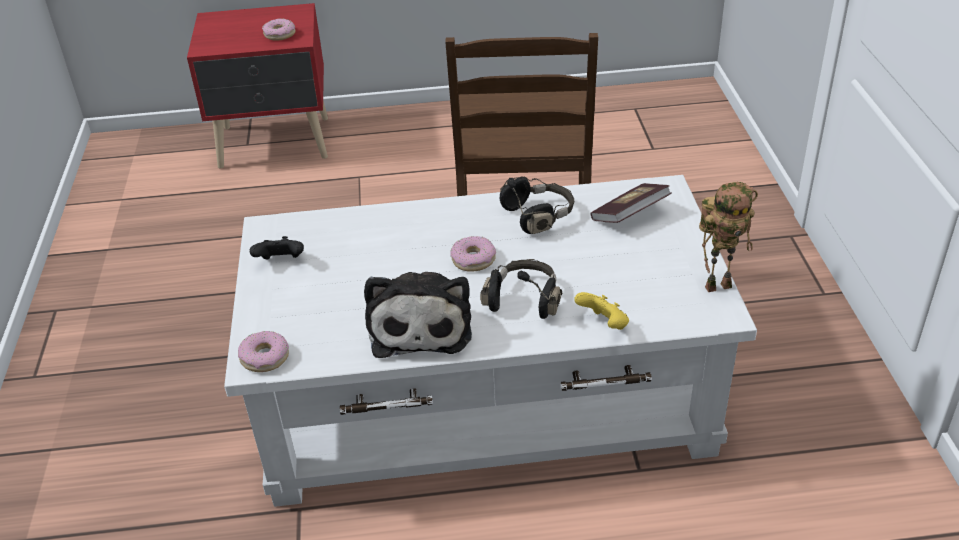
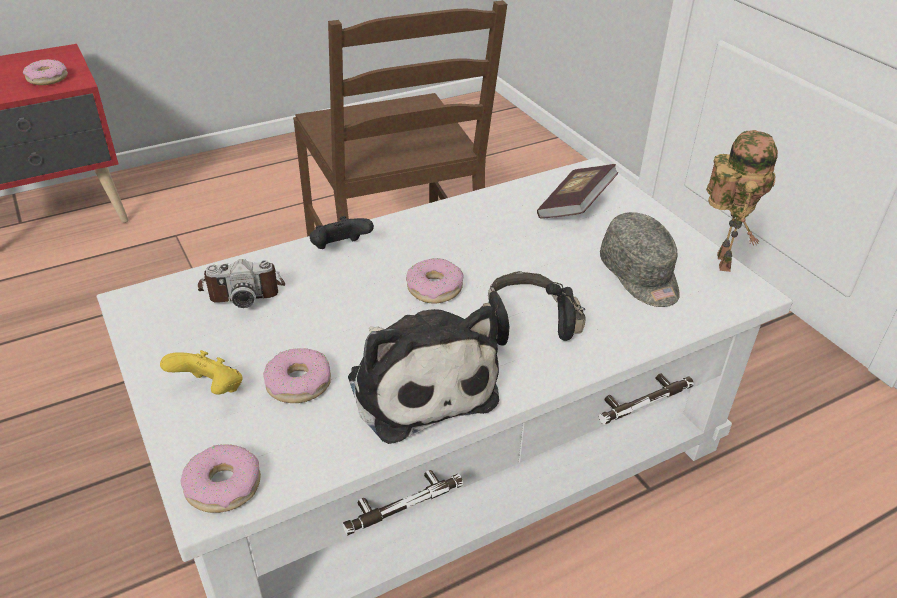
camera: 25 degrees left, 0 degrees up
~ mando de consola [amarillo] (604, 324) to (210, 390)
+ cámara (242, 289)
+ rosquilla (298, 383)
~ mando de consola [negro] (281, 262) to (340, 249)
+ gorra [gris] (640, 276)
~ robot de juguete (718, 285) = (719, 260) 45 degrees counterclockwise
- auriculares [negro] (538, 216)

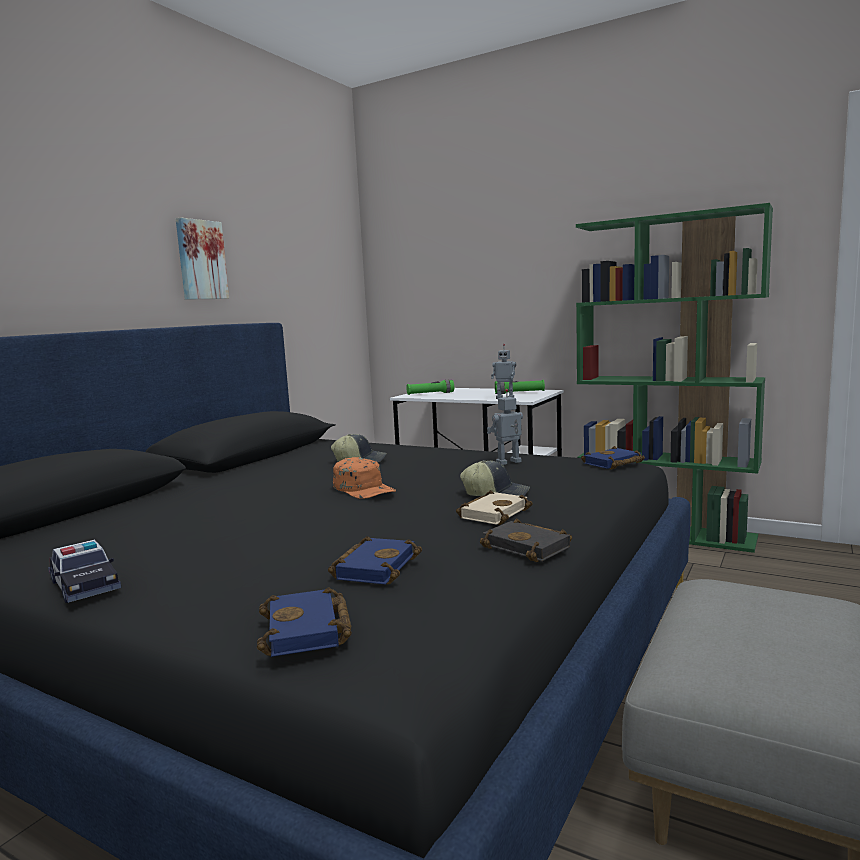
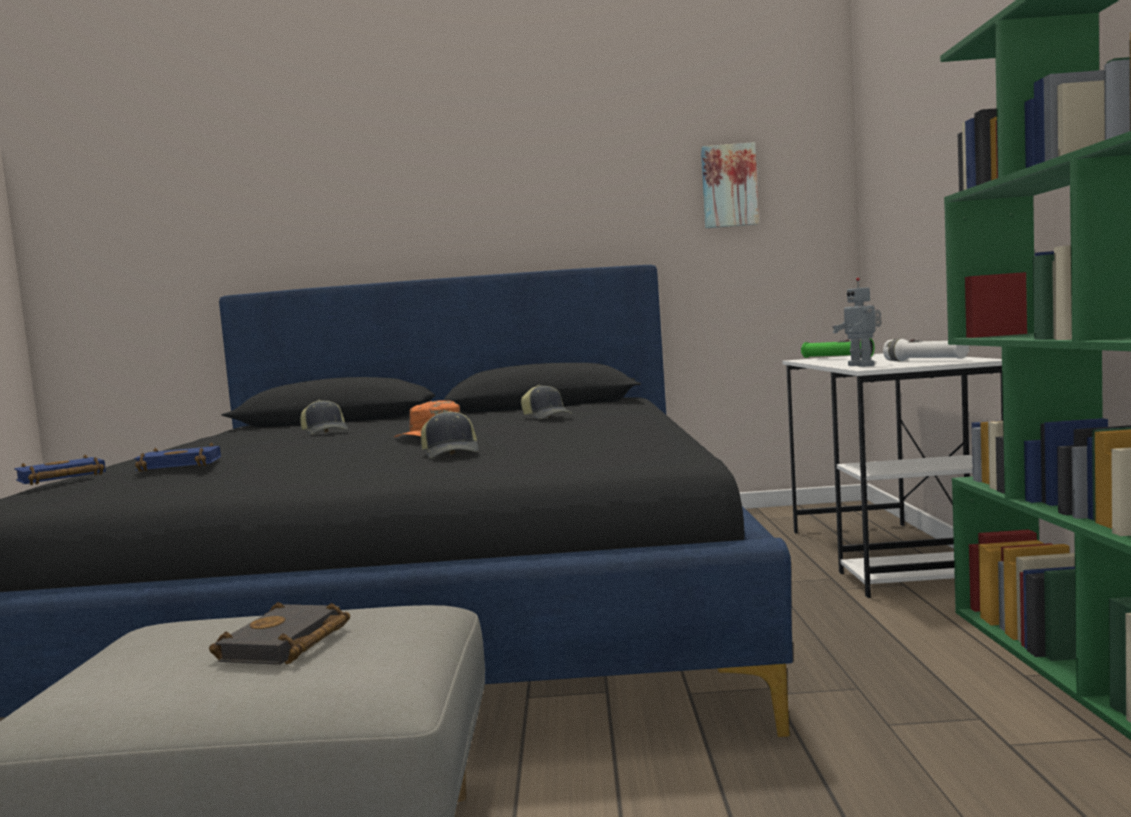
camera: 60 degrees right, 5 degrees down
~ libro [negro] (530, 547) to (286, 645)
+ gorra (325, 432)
~ cuadro (200, 260) to (729, 186)
~ linterna [verde] (519, 393) to linterna [blanco] (924, 361)
- coche de juguete (84, 585)
- libro [beis] (493, 513)
- robot de juguete (509, 463)
- libro [azul] (613, 464)

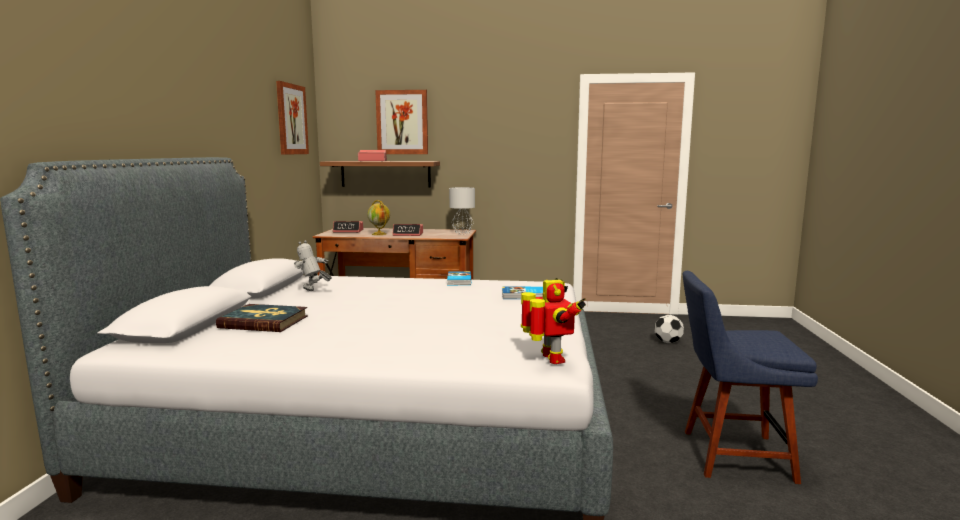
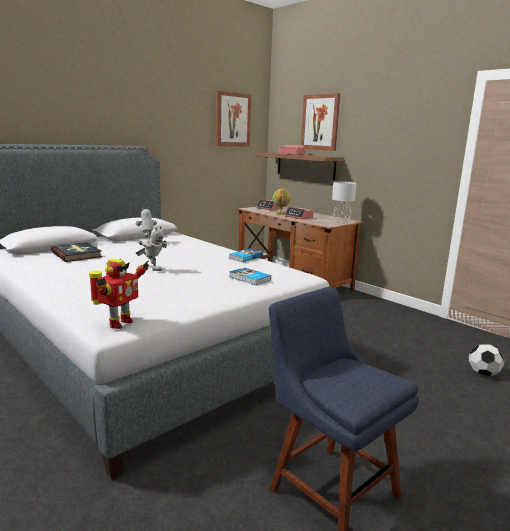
camera: 40 degrees right, 5 degrees up
+ robot de juguete (152, 268)

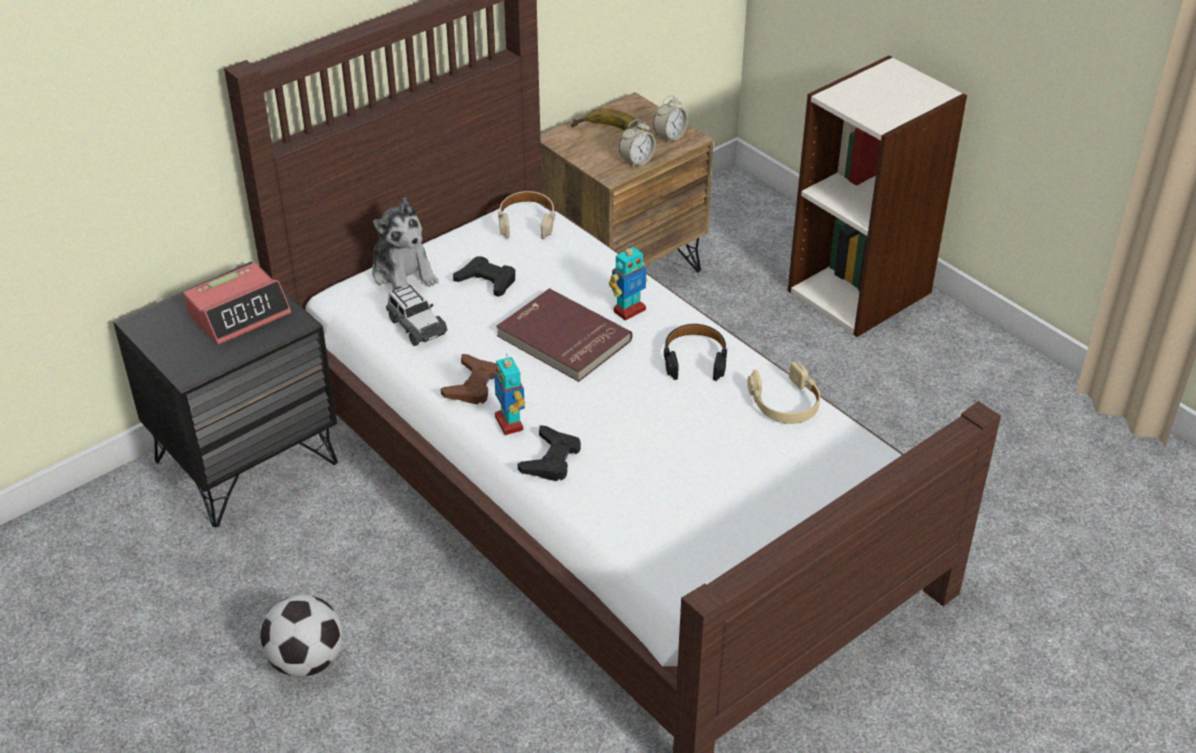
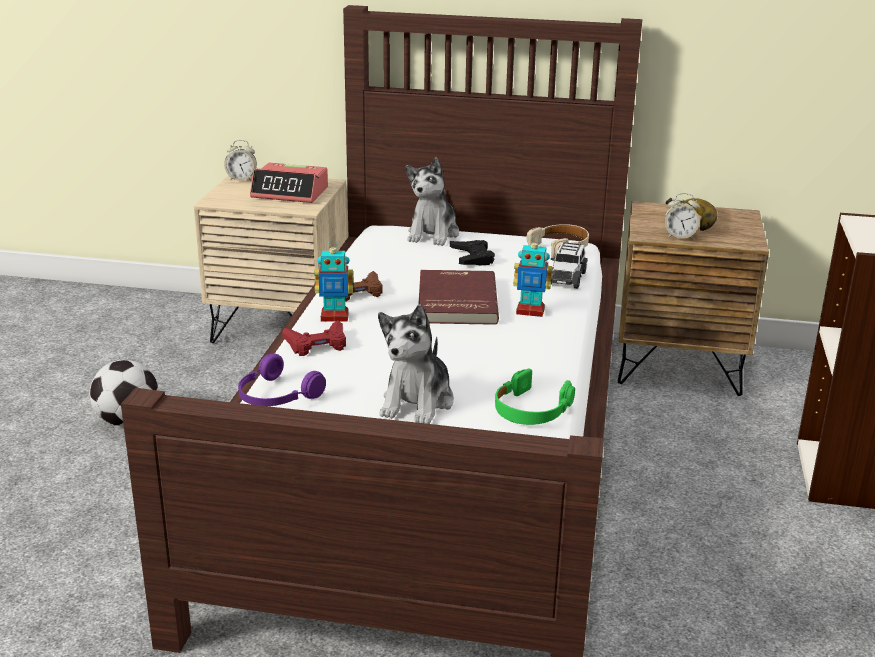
camera: 50 degrees right, 15 degrees down
~ mesita de noche [negro] (246, 461) to mesita de noche [beis] (280, 327)
~ despertador (670, 137) to (241, 179)
+ auriculares [morado] (275, 397)
~ mando de consola [negro] (551, 459) to mando de consola [rojo] (317, 344)
~ robot de juguete (510, 423) = (334, 317) 120 degrees counterclockwise
+ peluche (417, 402)
~ auriculares [beis] (785, 403) to auriculares [verde] (530, 409)
~ coche de juguete (416, 326) to (566, 278)
- auriculares [negro] (695, 359)

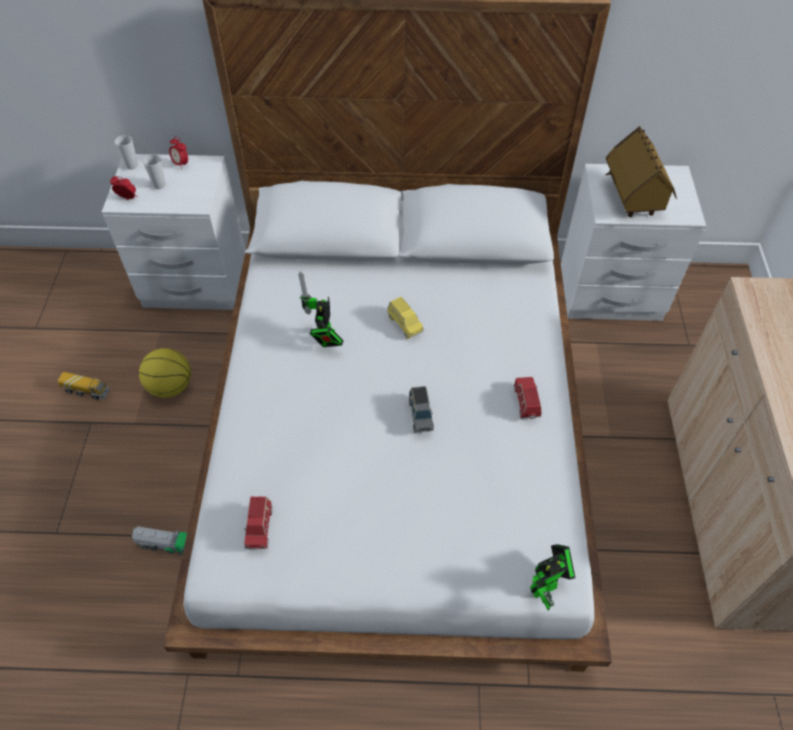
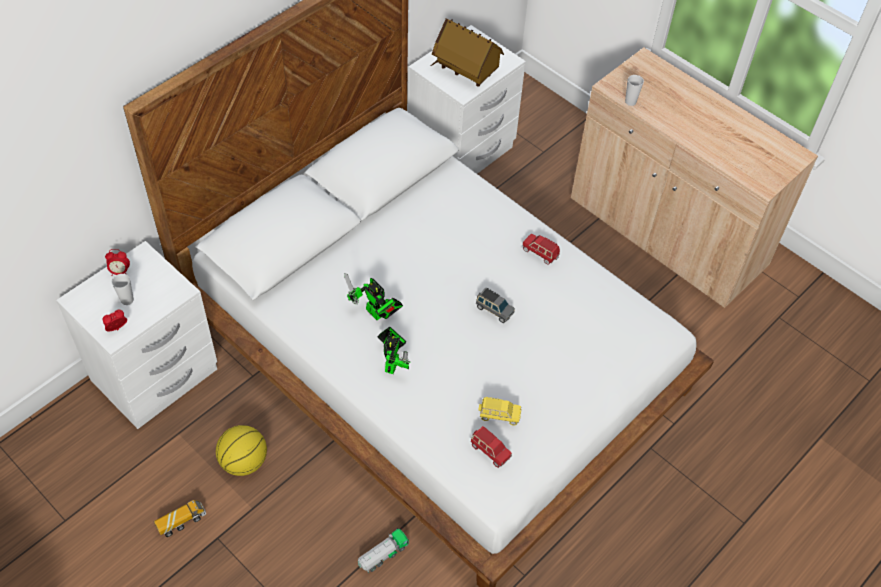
camera: 50 degrees left, 0 degrees up
~ robot de juguete (547, 586) to (393, 363)
~ coche de juguete [amarillo] (404, 324) to (499, 415)
~ taza (132, 165) to (630, 102)

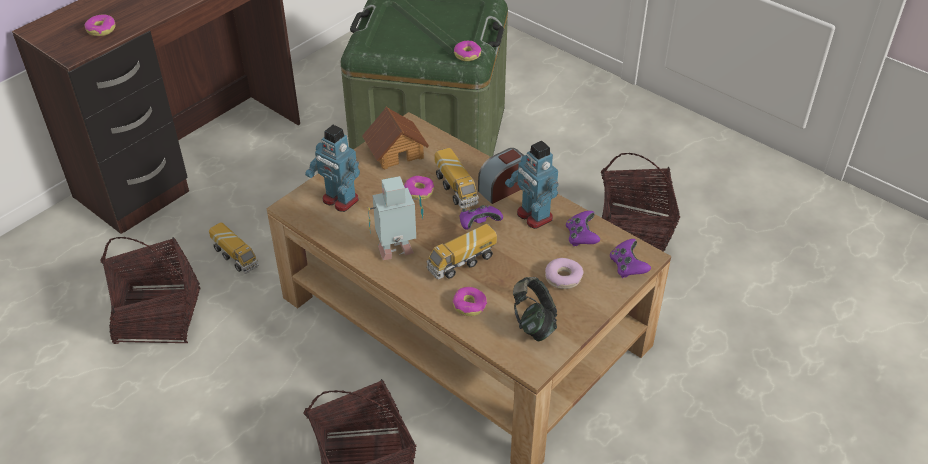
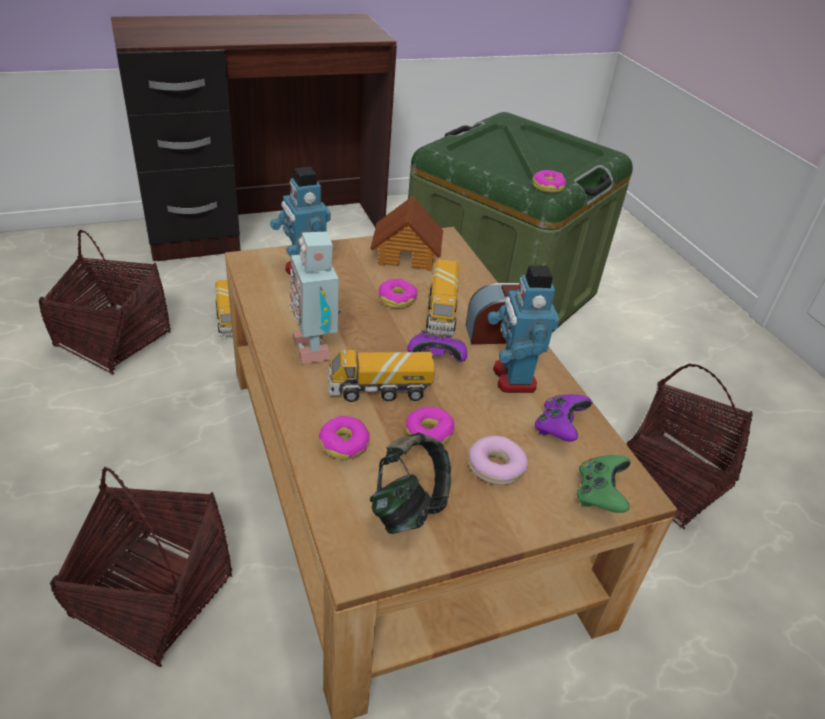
camera: 25 degrees right, 5 degrees down
~ robot de juguete (397, 252) = (315, 348) 120 degrees counterclockwise
~ rosquilla (101, 29) to (429, 432)
~ mando de consola [morado] (627, 267) to mando de consola [verde] (599, 494)

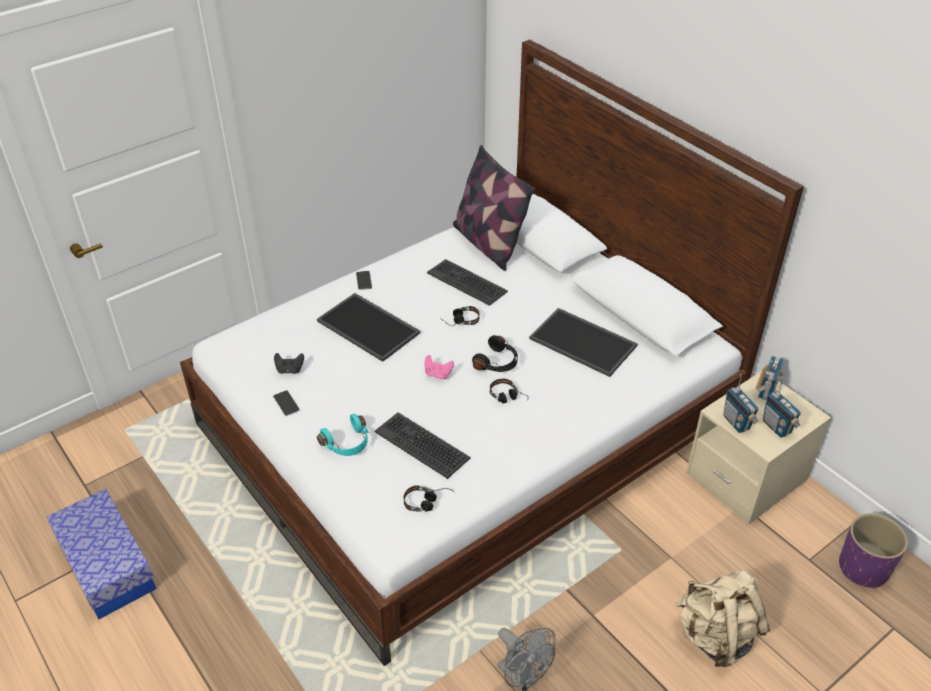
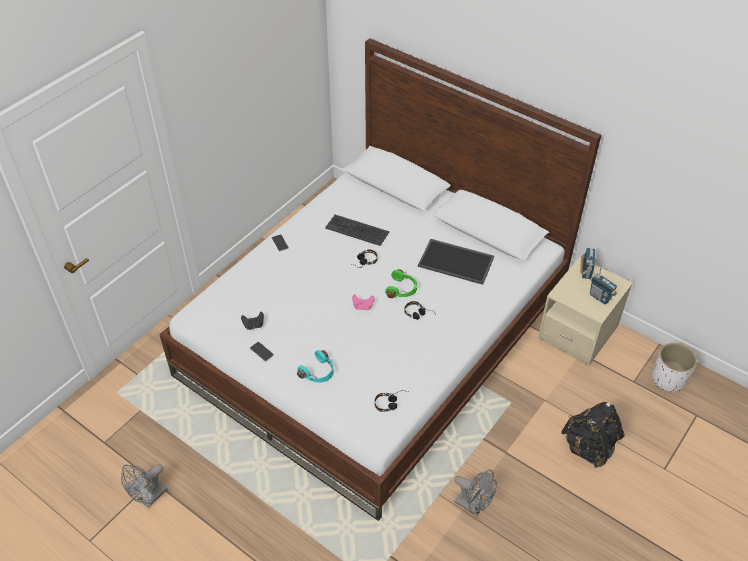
camera: 15 degrees left, 5 degrees up
~ caja de almacenaje (107, 565) to ventilador [gris] (149, 498)
~ auriculares [negro] (497, 363) to auriculares [verde] (402, 289)
~ mochila [beis] (715, 636) to mochila [negro] (588, 447)
~ maceta [morado] (863, 568) to maceta [blanco] (668, 379)
- bandeja (370, 326)
- teclado (422, 445)
- cojín (488, 243)
- radio (736, 422)

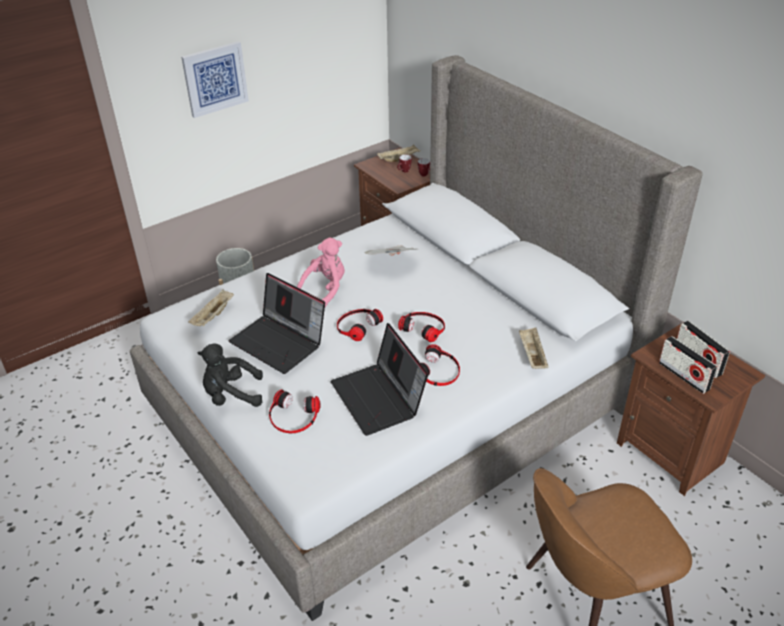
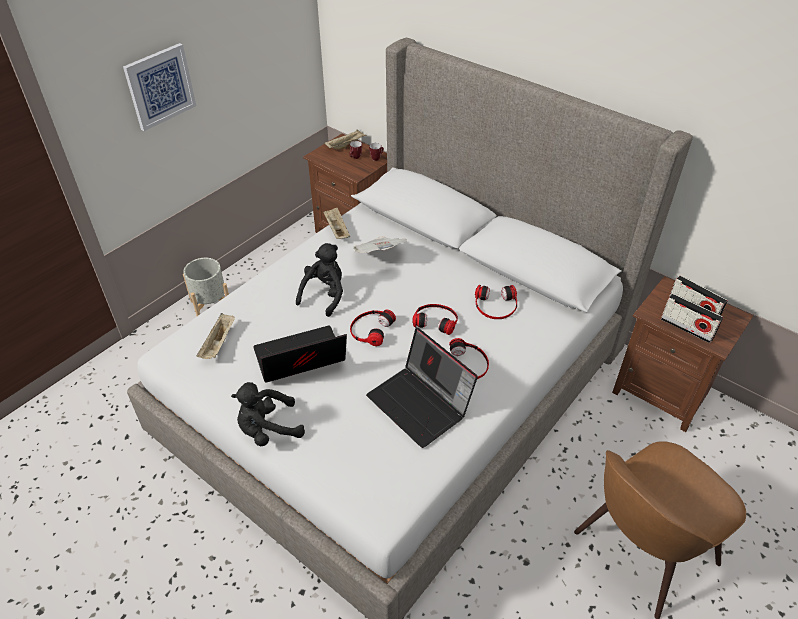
camera: 15 degrees left, 5 degrees up
~ portátil (280, 342) = (299, 361) 135 degrees clockwise
~ peluche [rosa] (325, 289) to peluche [negro] (324, 295)
~ bandeja [beis] (532, 355) to (336, 230)
~ auriculares (293, 417) to (495, 306)

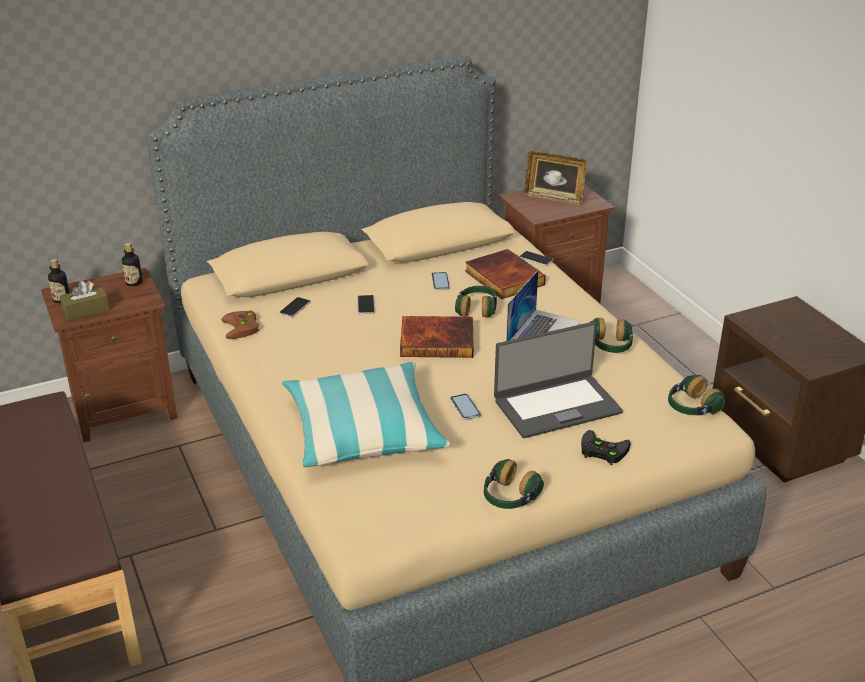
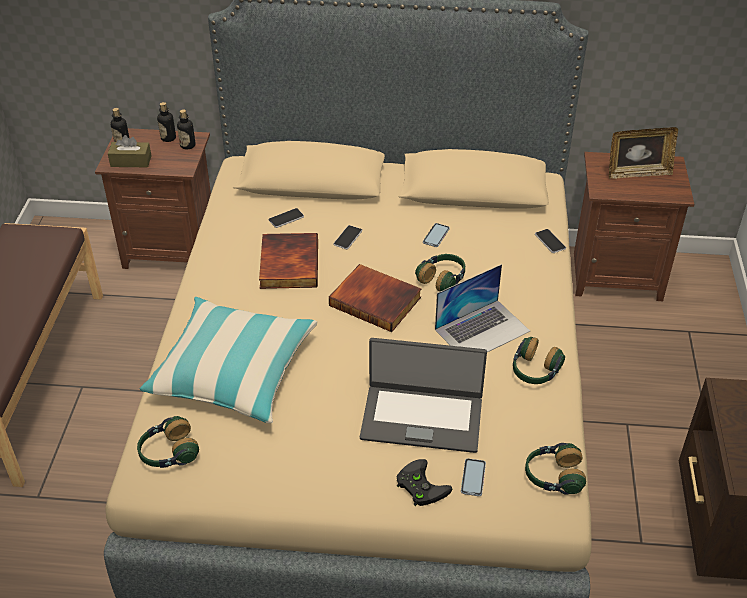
camera: 30 degrees right, 10 degrees up
~ auriculares (509, 497) to (168, 453)
+ botella (168, 138)
~ libro (503, 278) to (287, 264)
~ móvil (465, 407) to (473, 477)
~ portarretratos (554, 198) = (638, 173) 60 degrees counterclockwise
- mando de consola [marrón] (242, 328)

